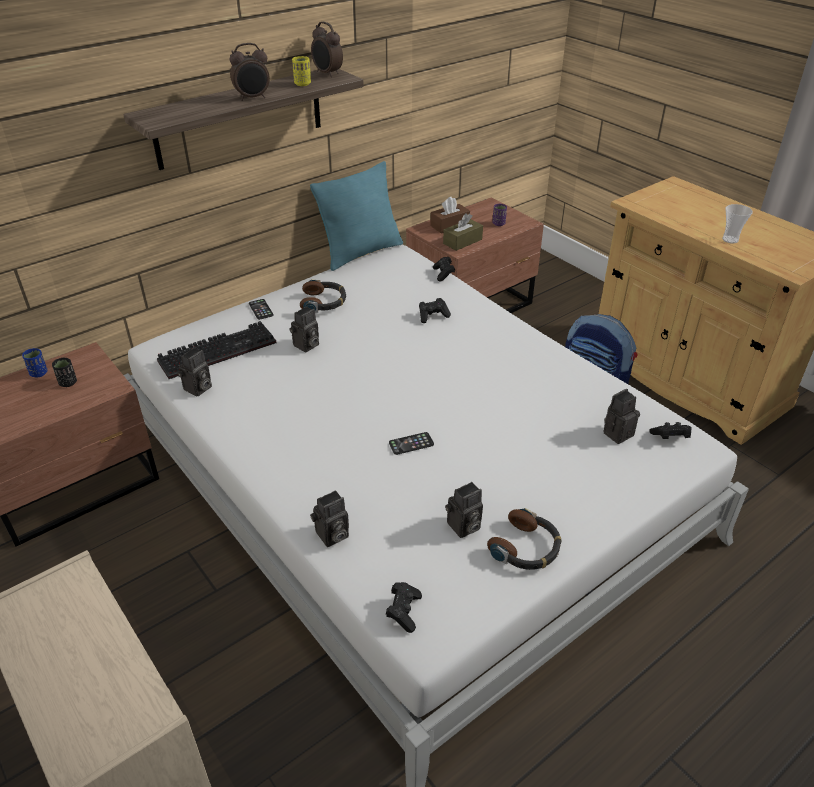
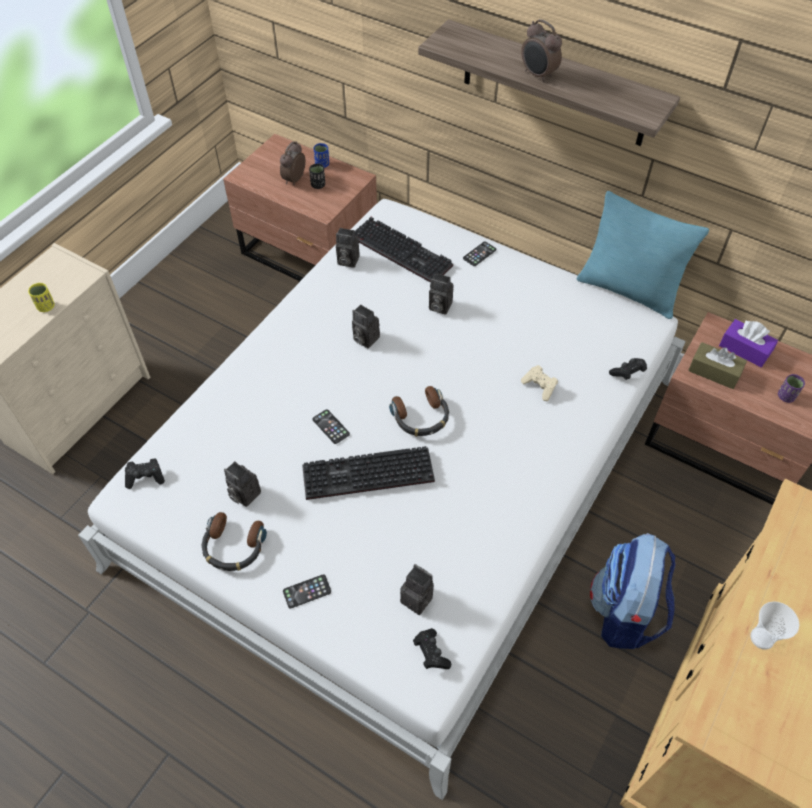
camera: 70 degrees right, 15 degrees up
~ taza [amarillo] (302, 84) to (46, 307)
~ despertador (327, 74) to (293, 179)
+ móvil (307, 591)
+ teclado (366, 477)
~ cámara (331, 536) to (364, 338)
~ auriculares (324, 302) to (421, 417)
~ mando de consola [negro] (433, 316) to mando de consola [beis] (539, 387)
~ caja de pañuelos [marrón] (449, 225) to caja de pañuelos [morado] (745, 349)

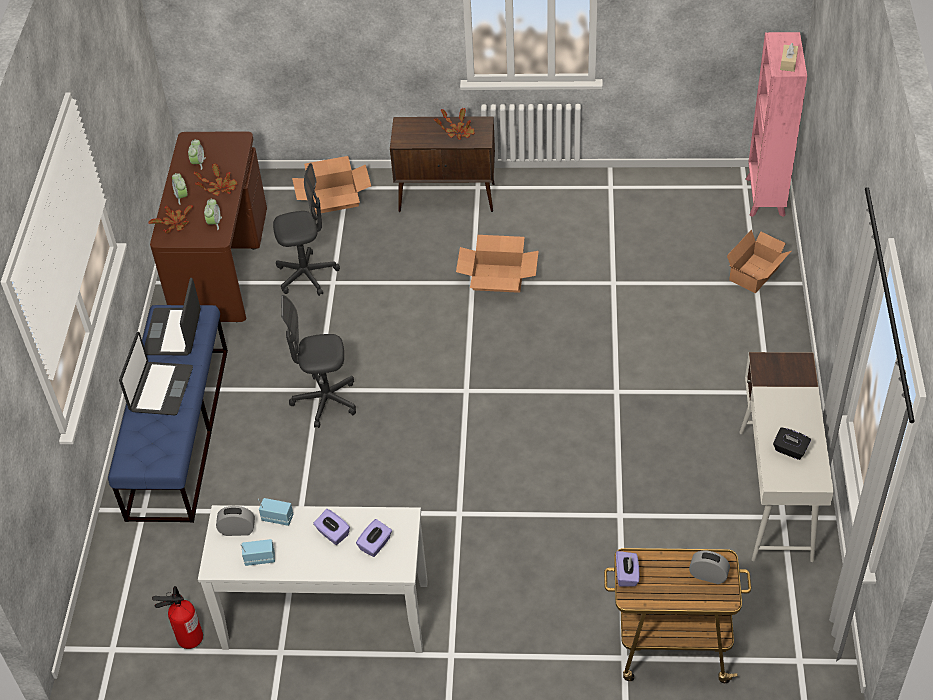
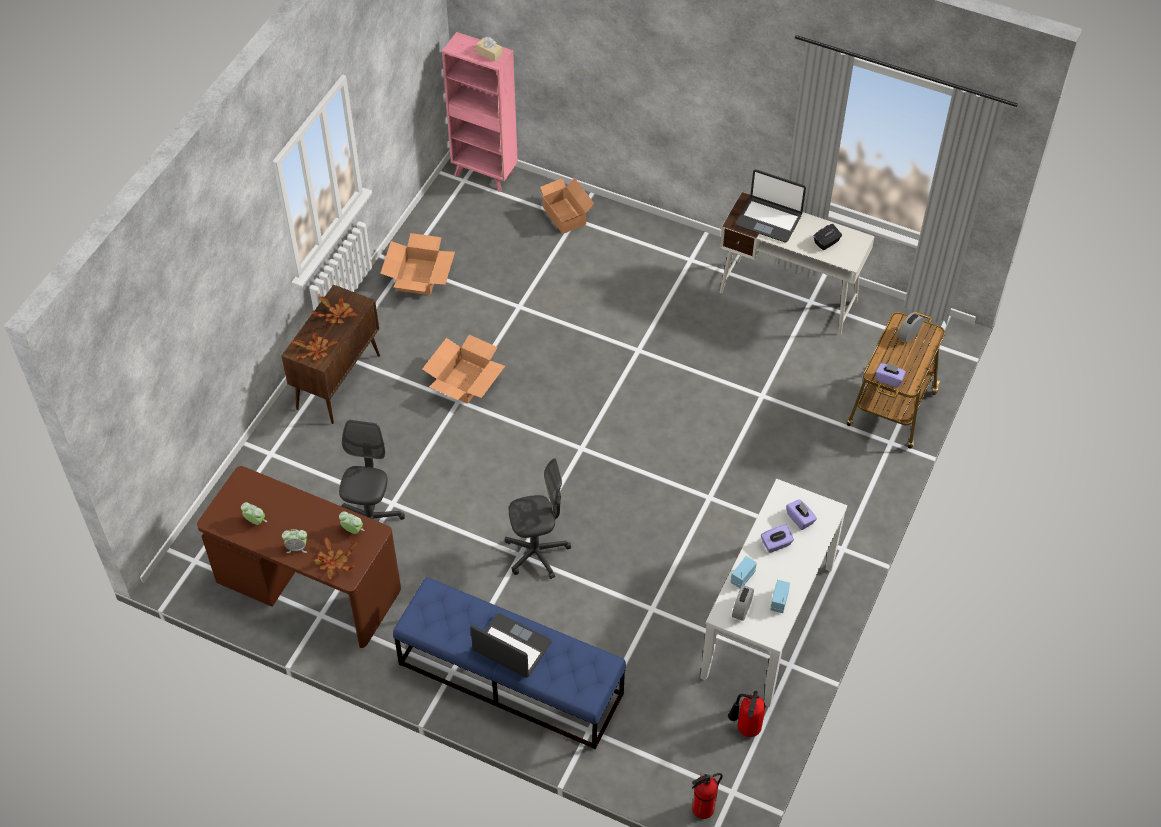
camera: 70 degrees left, 5 degrees up
~ planta en maceta (219, 188) to (316, 352)
~ caja de cartón (334, 199) to (419, 276)
~ silla de oficina [gris] (325, 401) = (536, 553) 120 degrees counterclockwise
+ extintor (702, 809)
~ portátil (174, 332) to (769, 220)

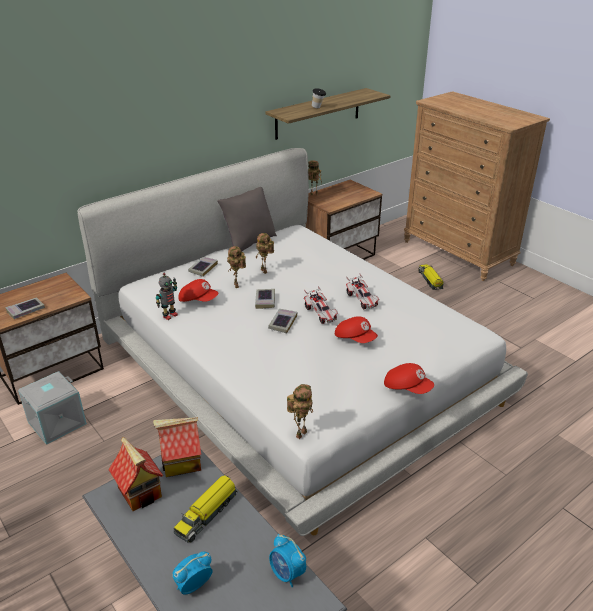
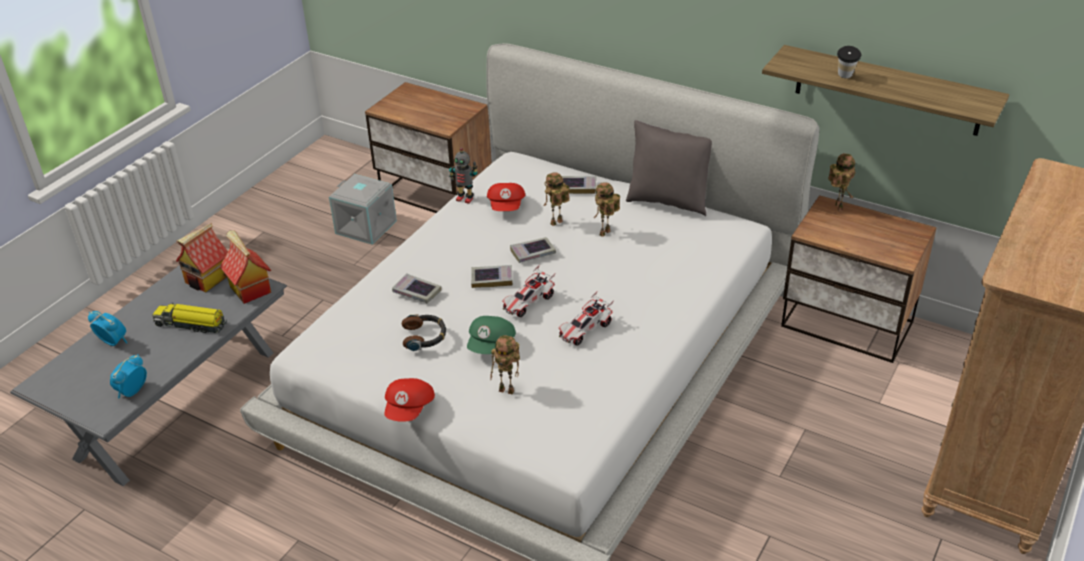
camera: 70 degrees right, 5 degrees up
~ libro (26, 310) to (417, 292)
+ auriculares (424, 336)
~ gorra [rojo] (355, 338) to gorra [verde] (491, 344)
~ robot de juguete (300, 433) to (508, 390)
- camión de juguete (430, 280)

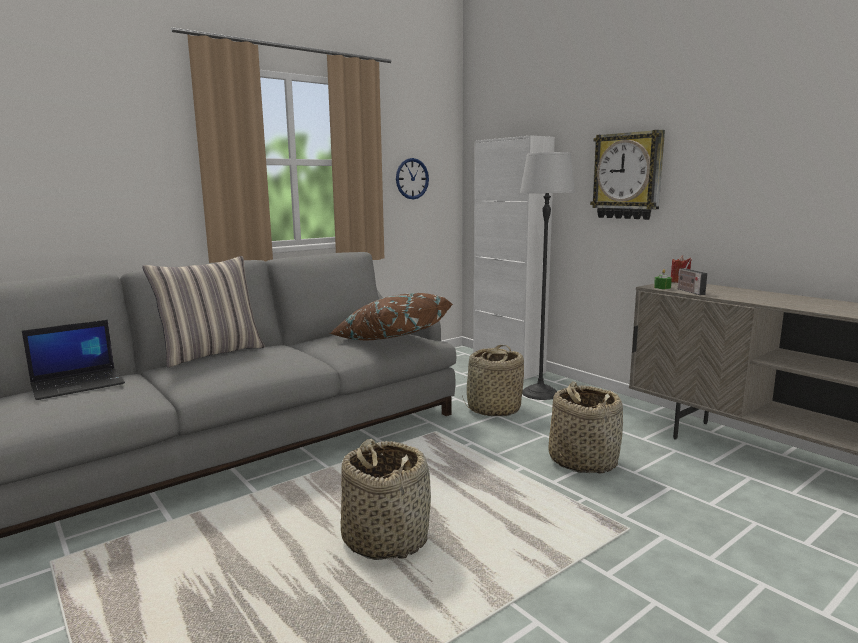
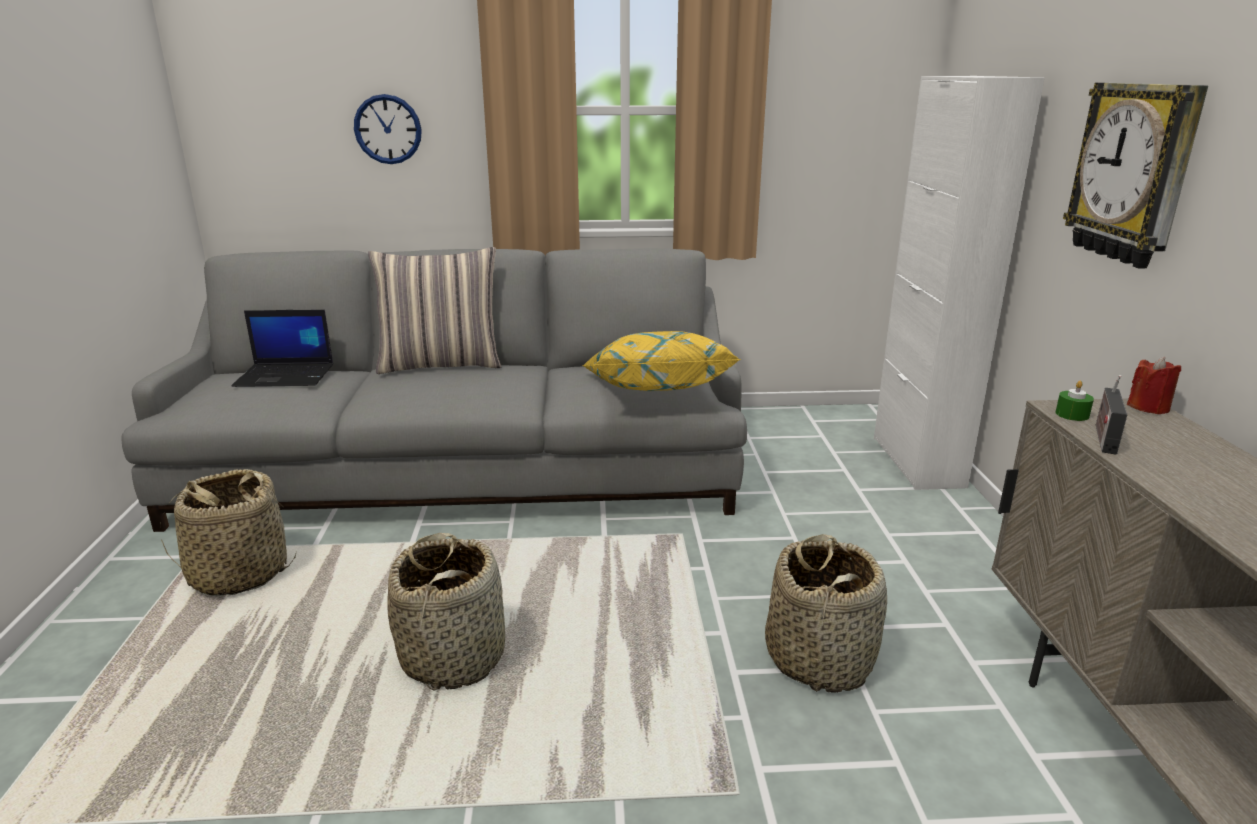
camera: 35 degrees right, 10 degrees up
~ cesta (493, 409) to (238, 574)
~ reloj de pared (412, 178) to (388, 129)
~ cojín [marrón] (391, 339) to cojín [amarillo] (654, 390)
- lámpara de pie (540, 393)

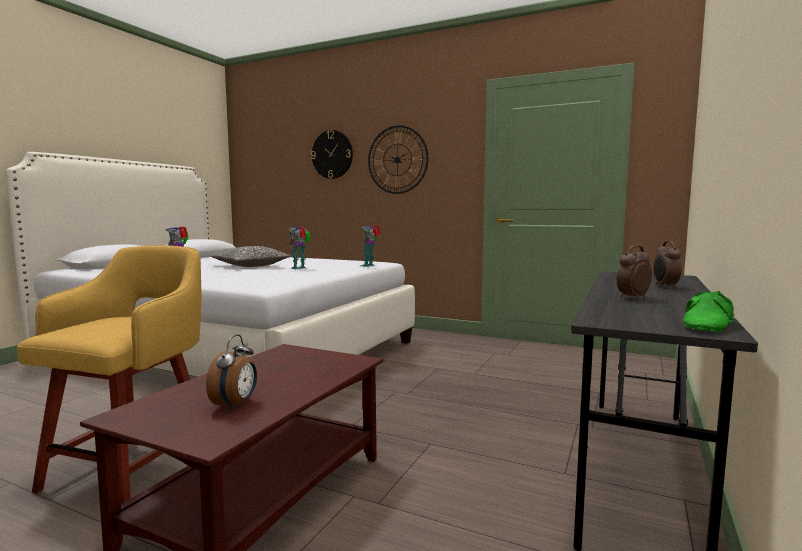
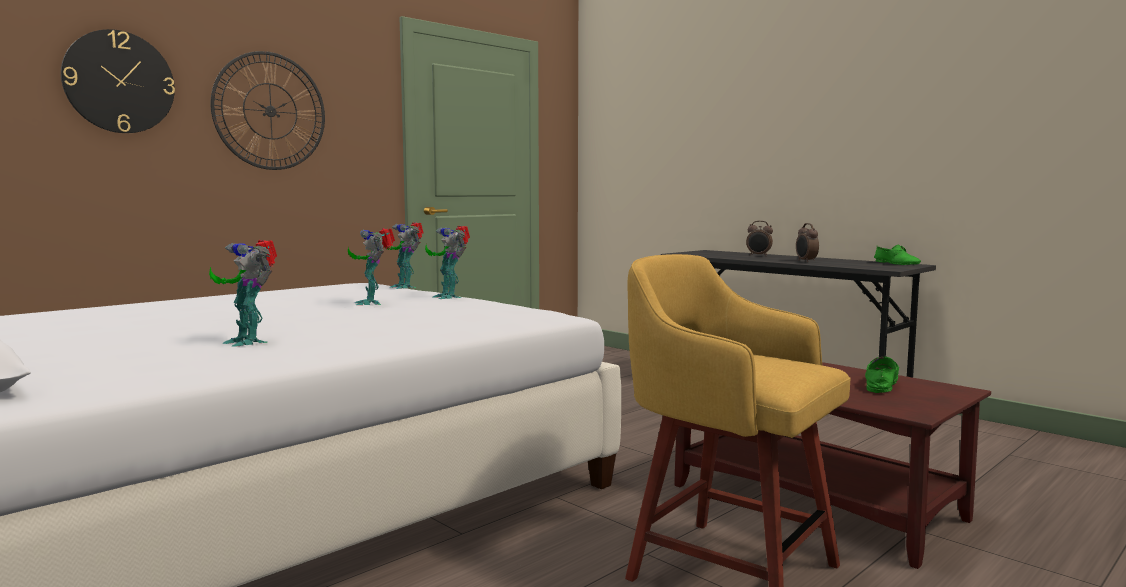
camera: 70 degrees left, 0 degrees up
+ robot de juguete (449, 296)
~ despertador (236, 404) to zapato [verde] (878, 384)
- cojín (251, 266)

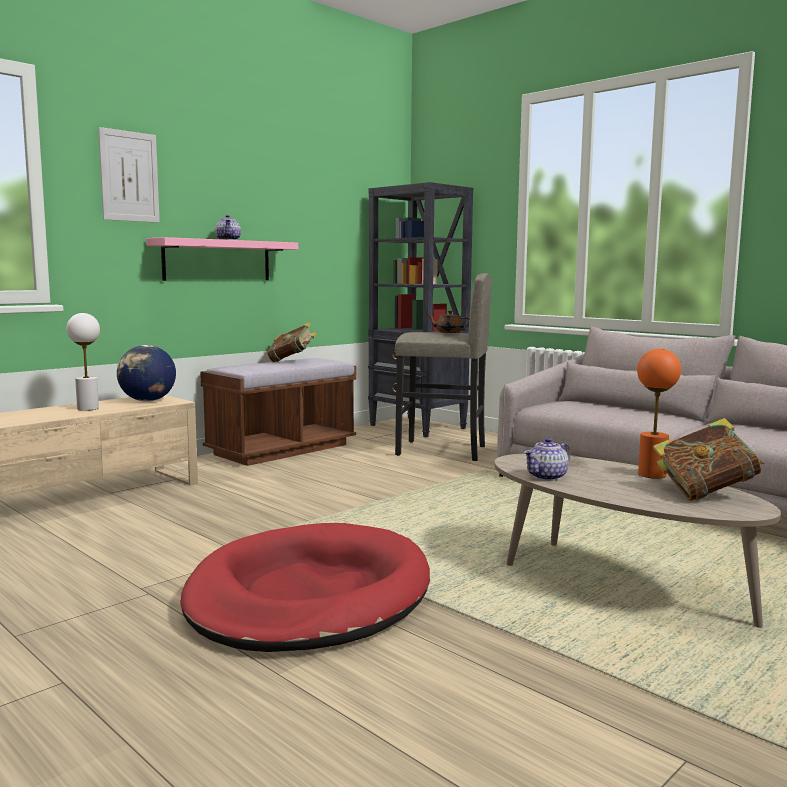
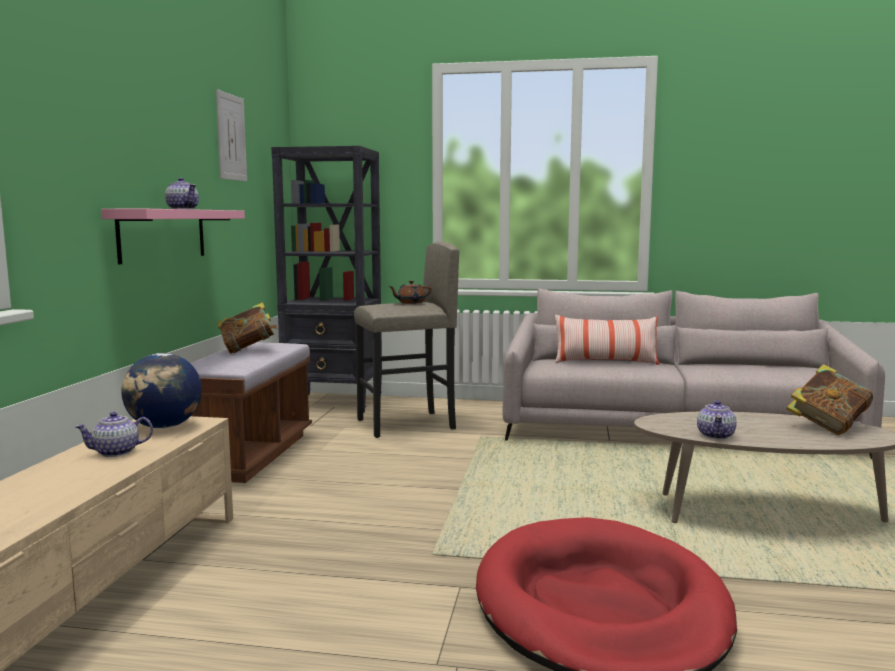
camera: 35 degrees left, 0 degrees up
~ lámpara de mesa [blanco] (88, 408) to tetera (116, 452)
~ cuadro (129, 176) to (231, 137)
+ cojín (605, 362)
- lámpara de mesa [naranja] (652, 474)

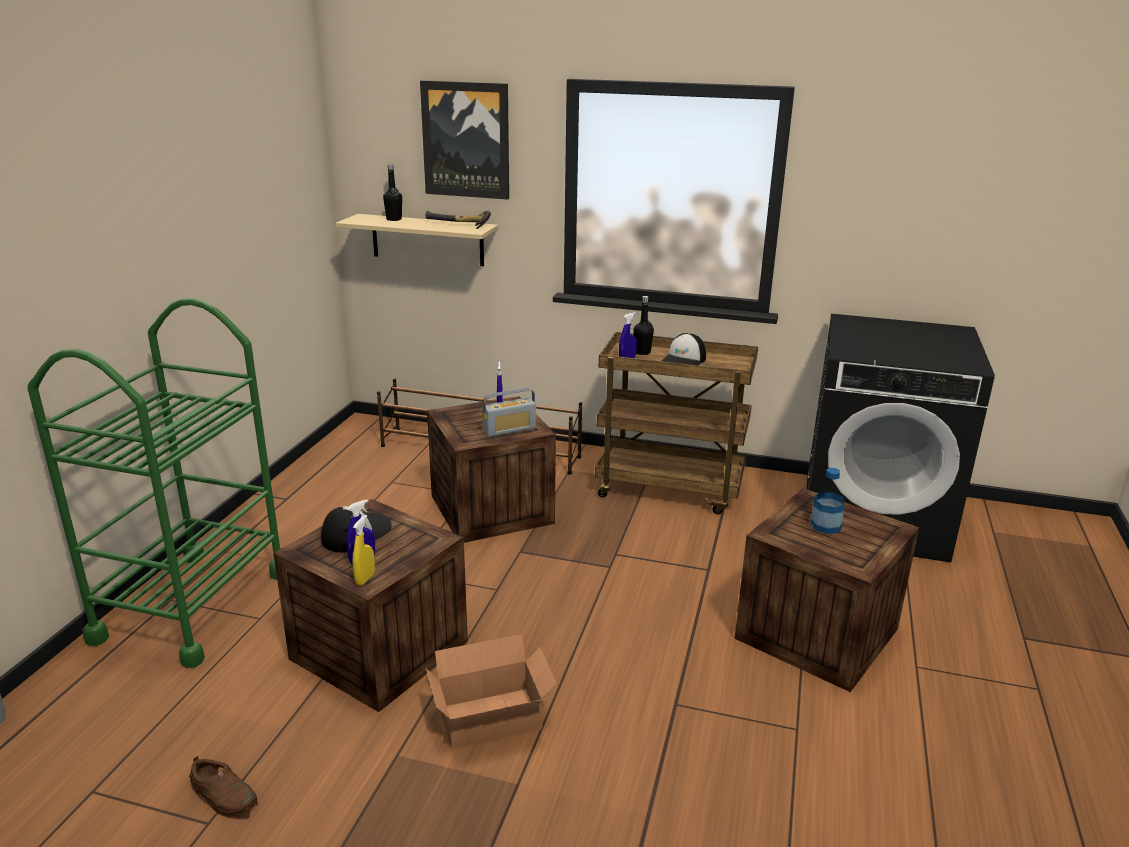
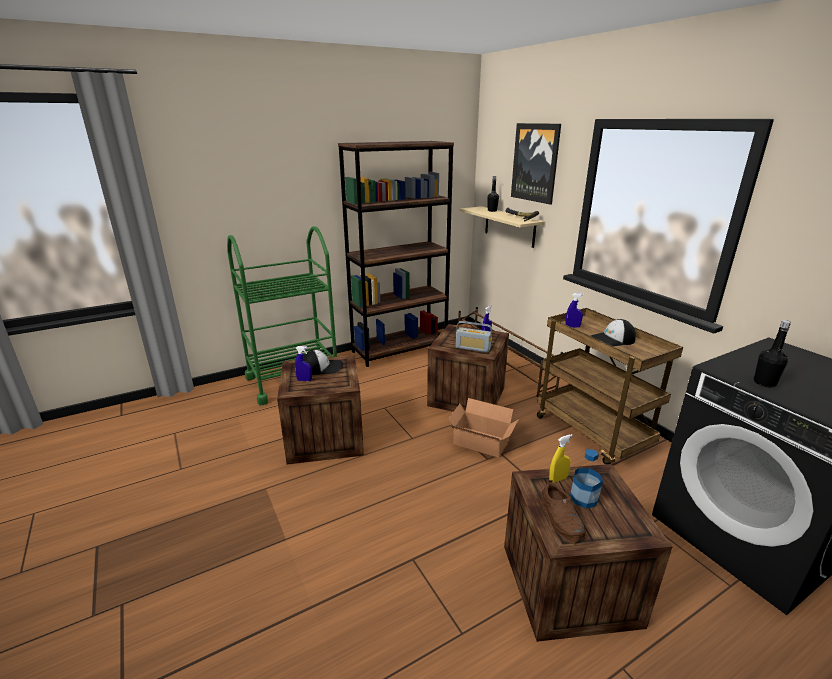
camera: 45 degrees right, 0 degrees up
+ estantería [marrón] (400, 349)
~ caja de cartón (493, 720) to (481, 443)
~ zapato [marrón] (224, 795) to (561, 518)
~ pulverizador [amarillo] (365, 579) to (558, 479)
~ botella [negro] (642, 352) to (764, 383)

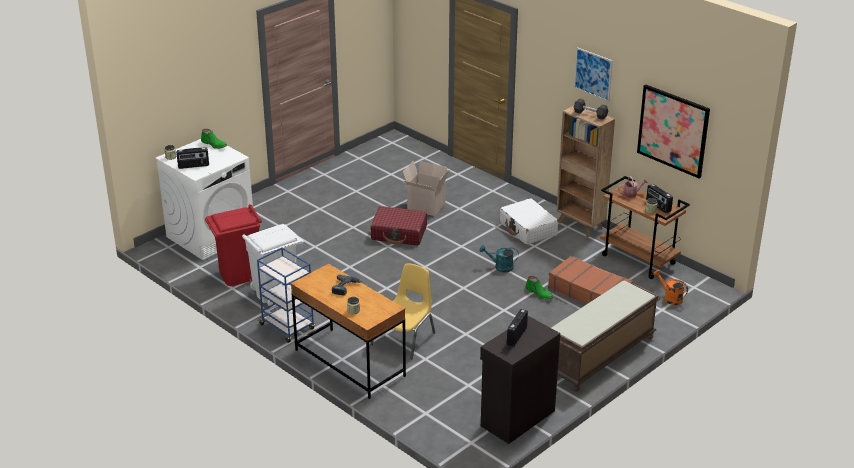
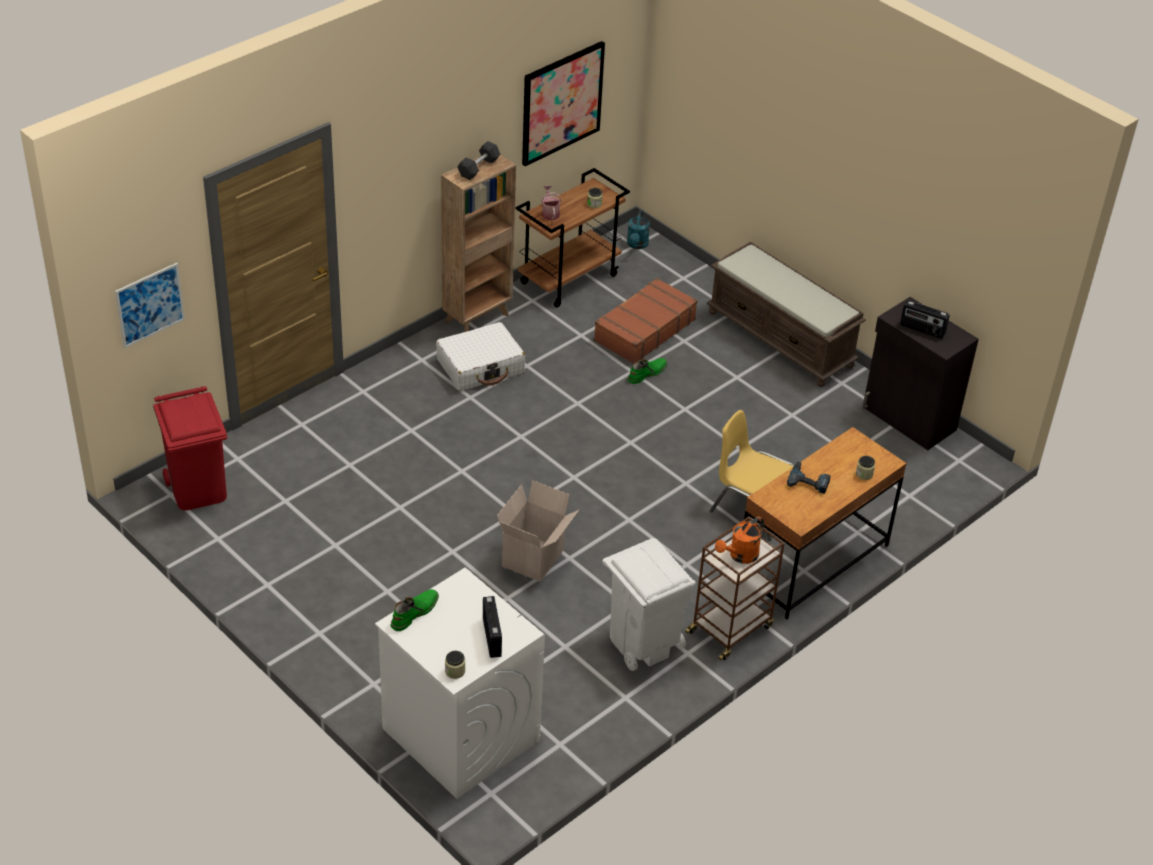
camera: 90 degrees left, 10 degrees up
~ cuadro (593, 74) to (150, 305)
~ papelera [rojo] (239, 275) to (198, 489)
~ caja de cartón (425, 207) to (534, 559)
~ regadera [turquesa] (500, 267) to (637, 245)
~ carrito [azul] (287, 327) to carrito [marrón] (730, 628)
~ regadera [naranja] (670, 298) to (740, 556)
- maleta [rojo] (399, 233)
- radio (658, 206)

